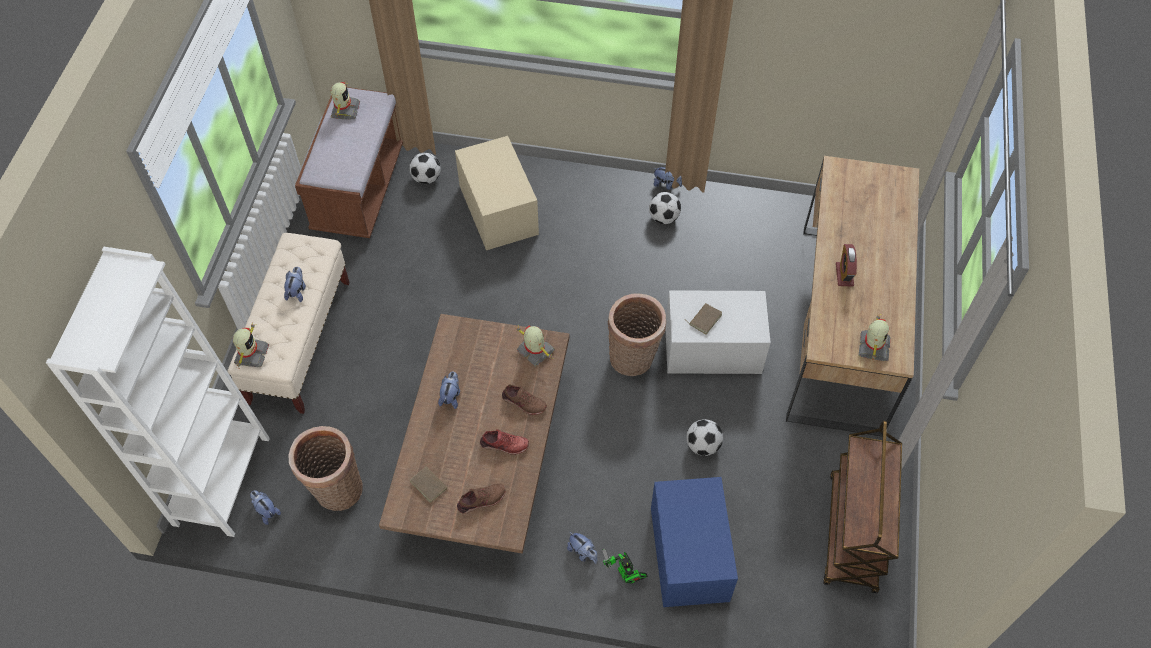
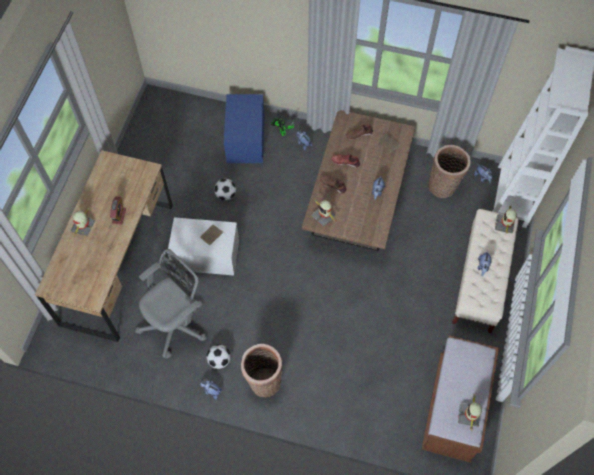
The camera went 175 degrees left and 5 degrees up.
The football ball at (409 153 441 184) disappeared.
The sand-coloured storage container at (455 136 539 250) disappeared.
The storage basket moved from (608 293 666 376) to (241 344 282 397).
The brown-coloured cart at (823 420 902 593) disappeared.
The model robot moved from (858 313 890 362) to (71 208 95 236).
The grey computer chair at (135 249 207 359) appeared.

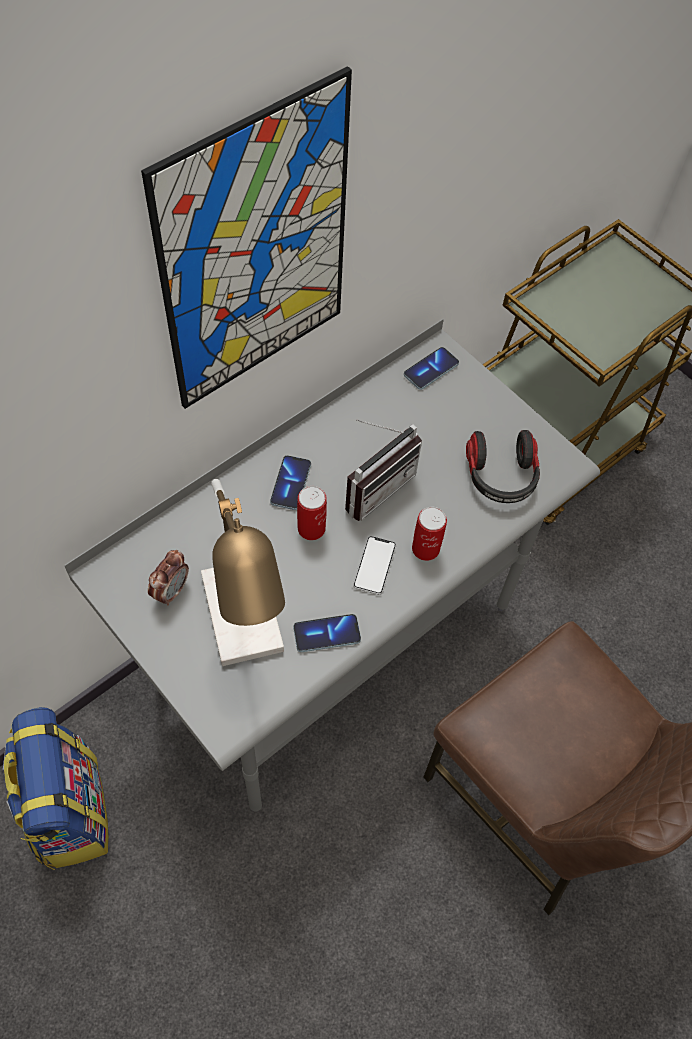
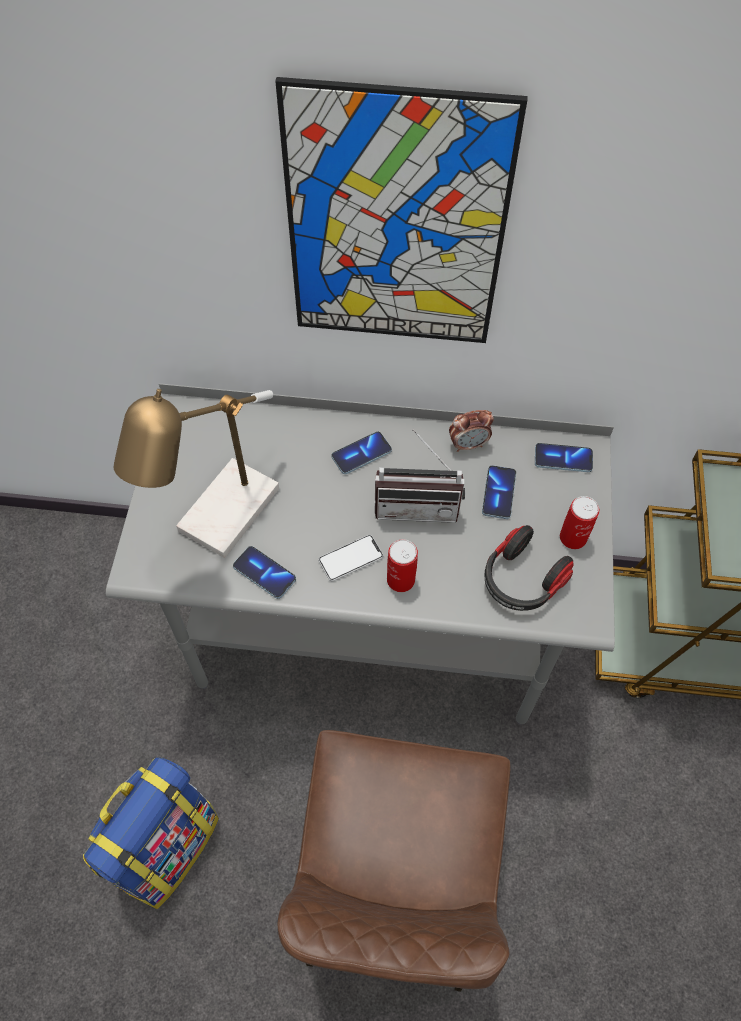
The camera went 50 degrees right and 0 degrees up.
The knapsack moved from (3 707 109 870) to (83 757 219 909).
The bedside clock moved from (148 550 189 606) to (449 410 494 452).
The sealed can moved from (297 486 327 540) to (560 496 599 549).
The telephone at (482 465 516 519) appeared.

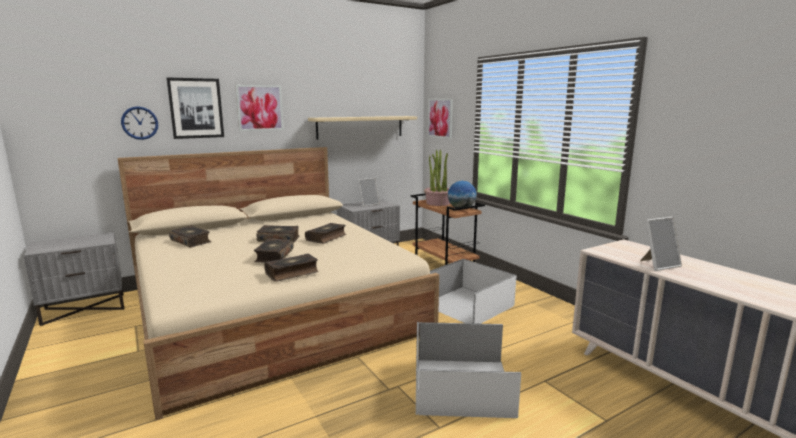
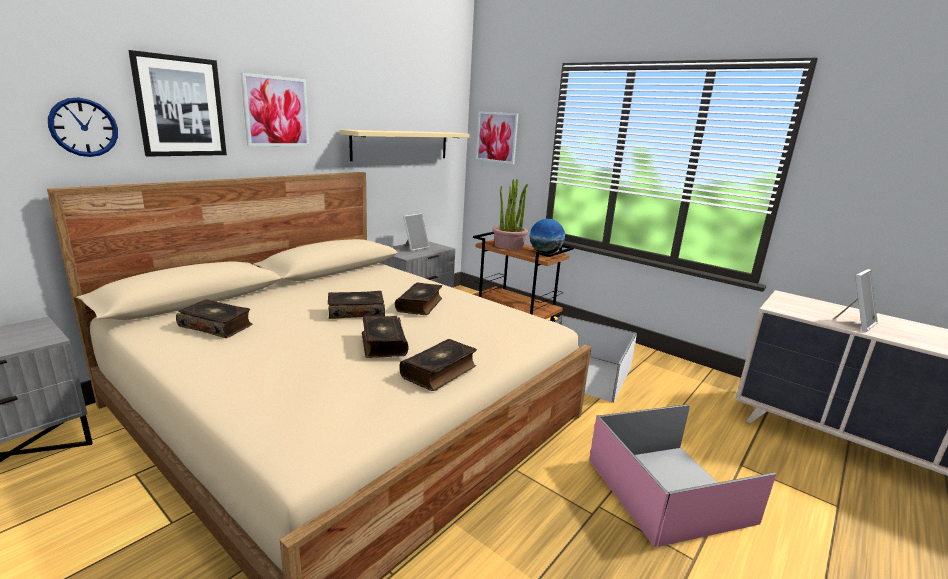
The camera went 20 degrees left and 5 degrees up.
The white storage container at (416 322 521 418) became the pinkish storage container at (589 404 776 547).

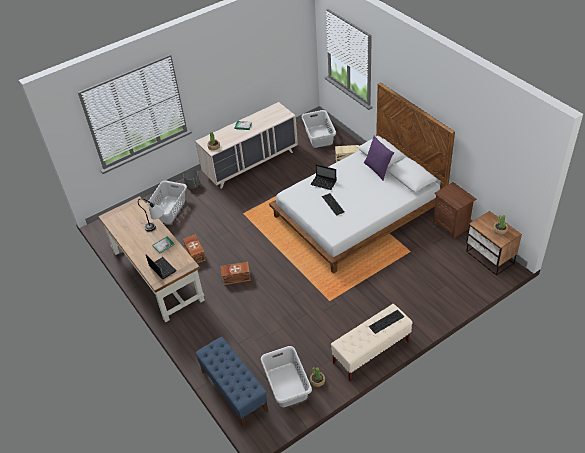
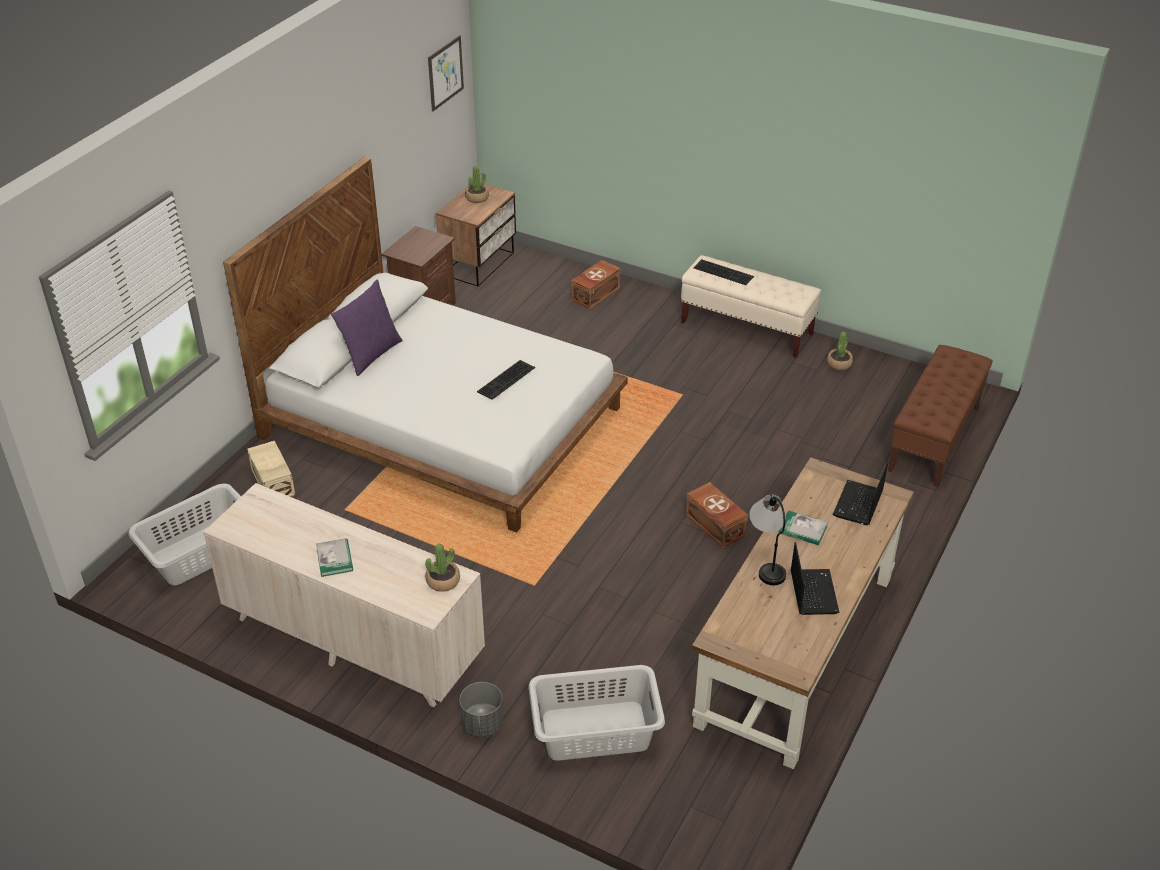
The camera went 120 degrees left and 5 degrees down.
The brown-coloured storage container moved from (183 235 206 264) to (571 260 620 309).
The bluish indoor bench at (195 337 268 428) became the brown-coloured indoor bench at (888 345 993 487).
The grey washing basket at (261 346 312 407) disappeared.
The portable computer moved from (310 164 337 190) to (791 542 839 615).
The wall picture at (428 35 464 111) appeared.

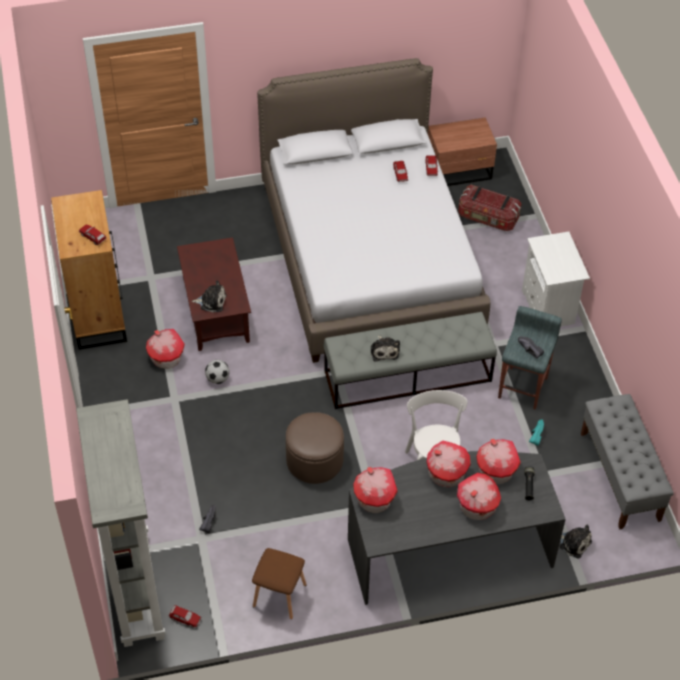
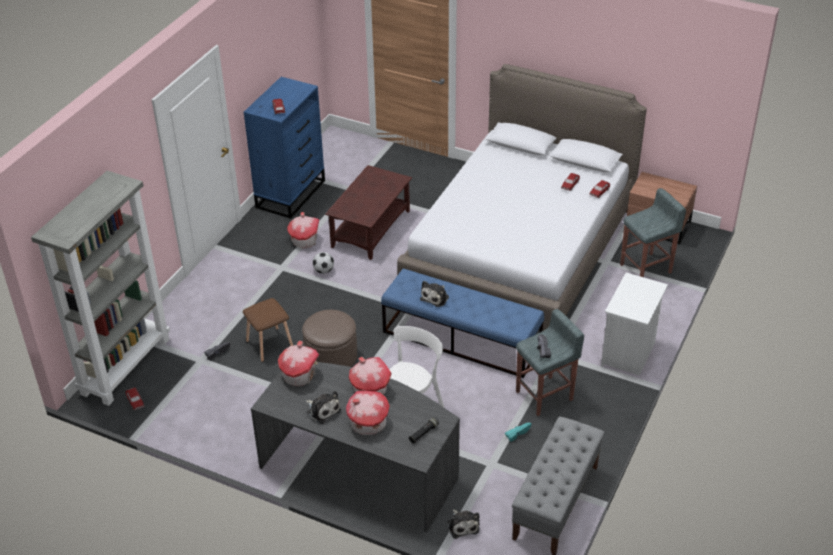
The camera went 40 degrees right and 10 degrees down.
The brown-coloured chest of drawers at (51 190 127 350) became the bluish chest of drawers at (243 77 325 219).
The soft toy moved from (191 280 227 313) to (306 391 341 424).
The brown-coloured stool moved from (252 548 307 619) to (243 298 293 362).
The grey indoor bench at (323 312 497 409) became the bluish indoor bench at (381 269 544 378).
The storage container at (458 185 522 231) was replaced by the grey stool at (620 188 686 277).
The toy house at (476 439 521 484) disappeared.

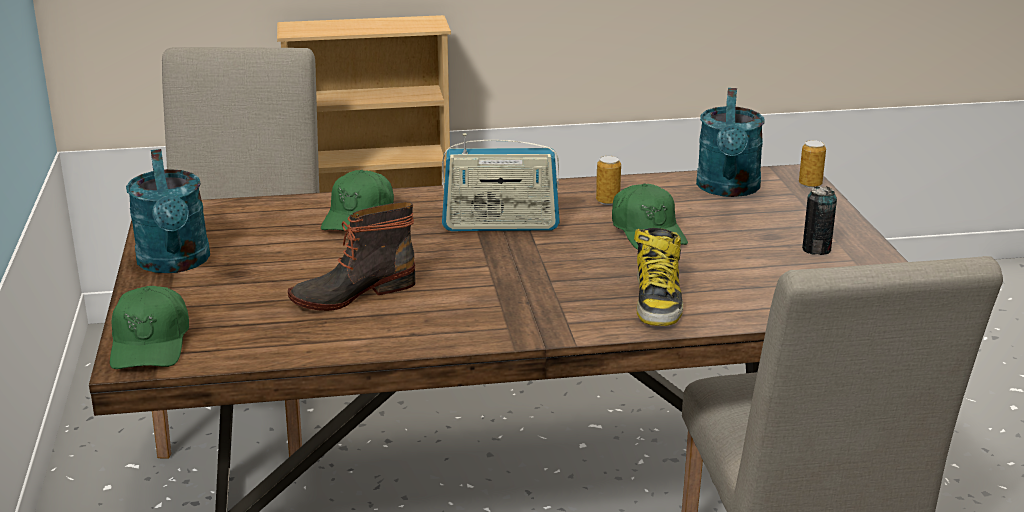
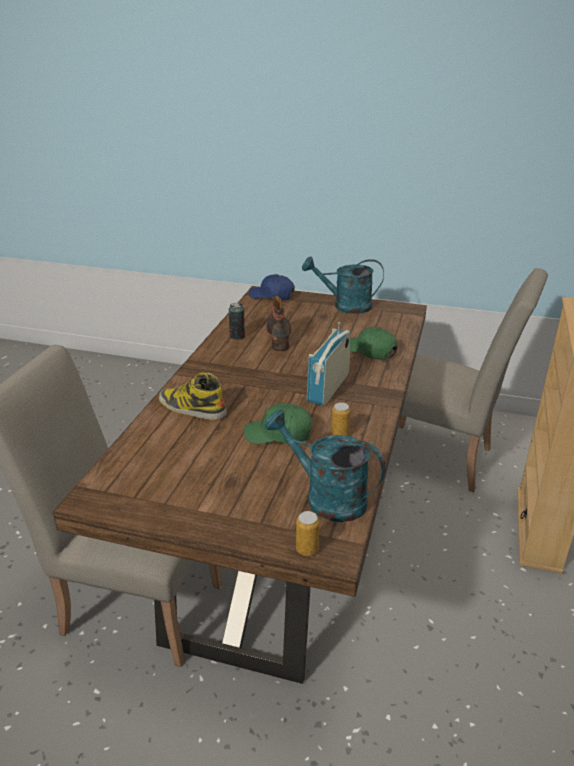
The camera went 115 degrees right and 5 degrees up.
The greenish peaked cap at (110 286 189 369) became the bluish peaked cap at (249 274 295 300).
The sealed can moved from (802 186 837 255) to (229 303 245 340).

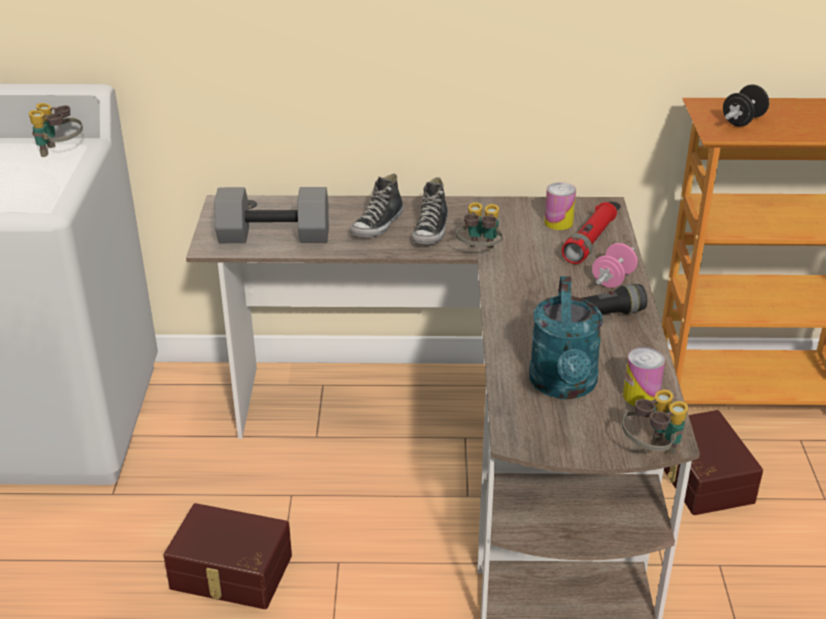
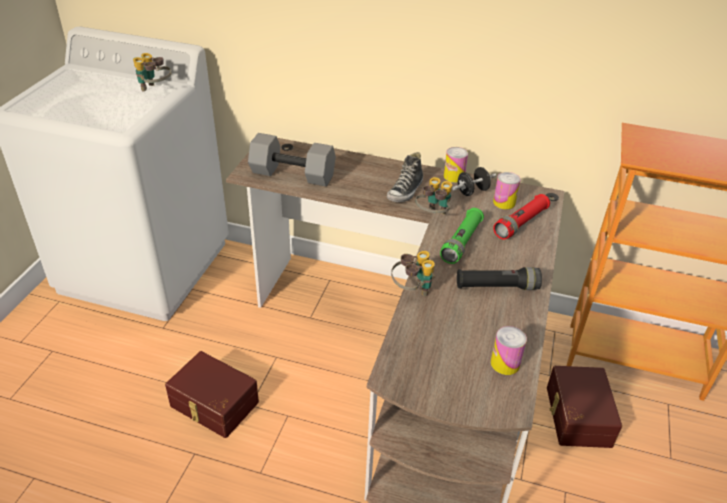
The camera went 15 degrees right and 5 degrees up.
The shoe at (350 174 403 237) disappeared.
The turquoise watering can at (529 276 603 399) disappeared.
The pinkish free weight at (592 243 638 288) disappeared.
The pair of binoculars moved from (622 389 688 455) to (391 251 435 296).
The blackish free weight moved from (723 85 769 127) to (452 167 496 196).
The greenish torch at (440 208 484 264) appeared.
The sealed can at (444 147 468 183) appeared.

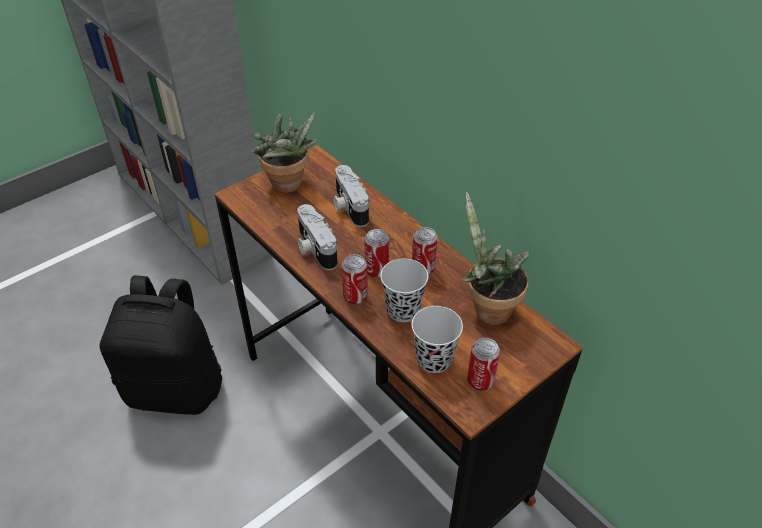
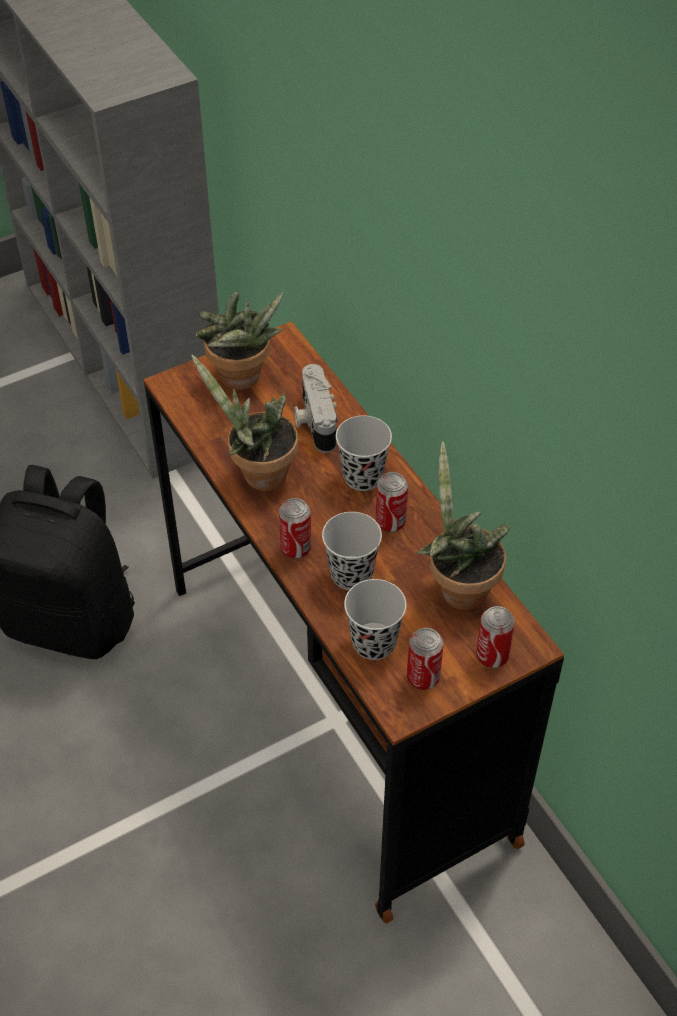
The camera went 10 degrees right and 5 degrees up.
The photo camera at (297 204 338 270) was replaced by the houseplant at (191 354 298 491).
The sealed can moved from (364 229 389 278) to (476 606 515 668).
The blackish cup at (336 415 392 491) appeared.

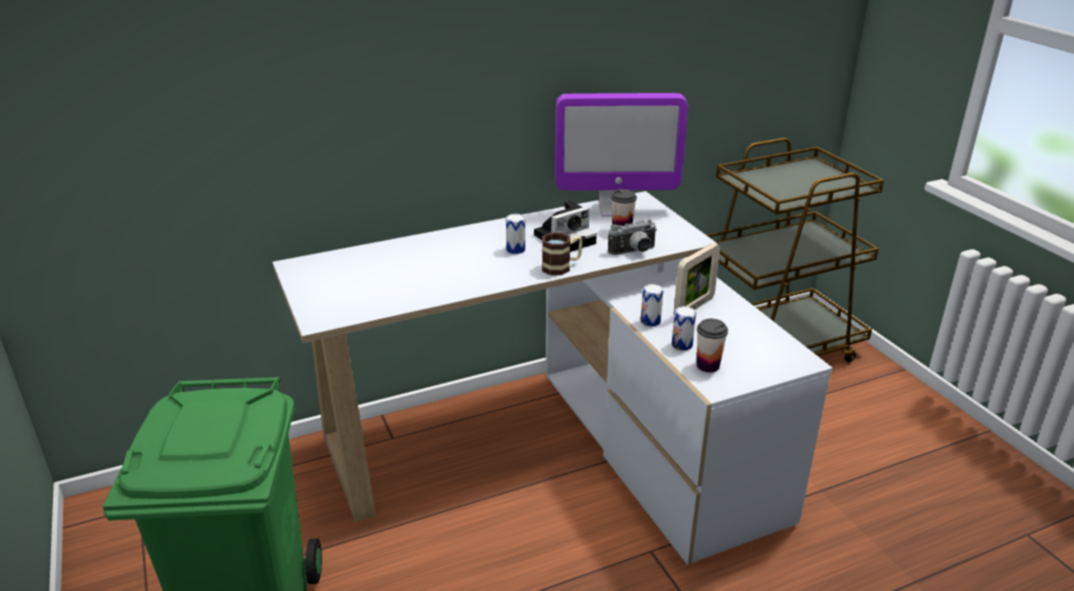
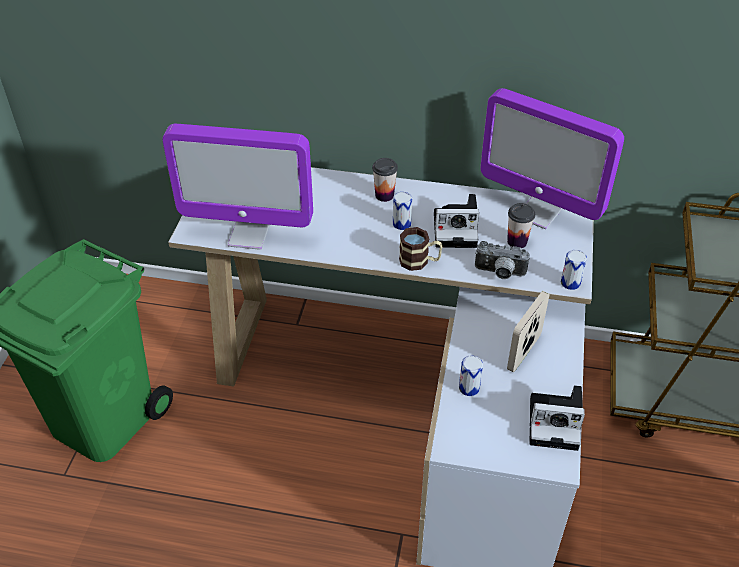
The camera went 35 degrees right and 15 degrees up.
The sealed can moved from (641 284 663 327) to (561 250 587 290).
The picture frame at (674 243 720 313) turned 135 degrees clockwise.
The cup moved from (697 319 728 372) to (372 158 398 202).
The monitor at (162 124 313 250) appeared.
The photo camera at (530 385 585 451) appeared.

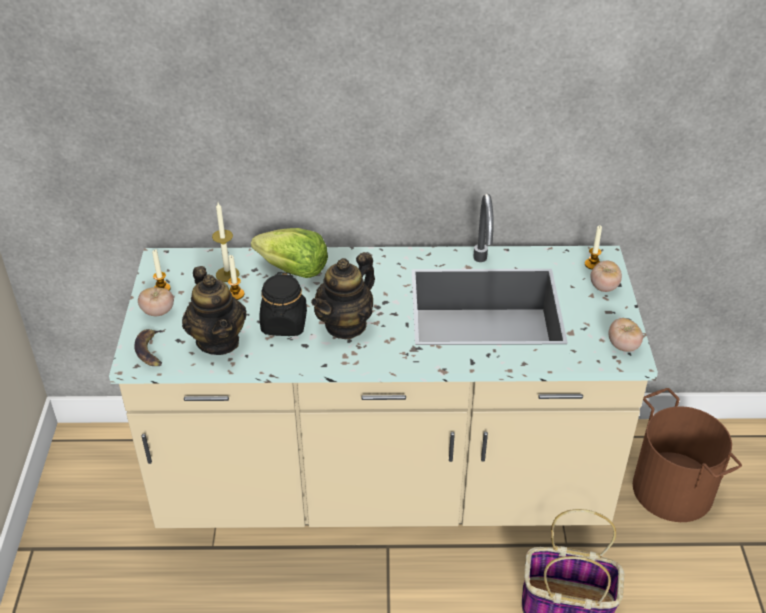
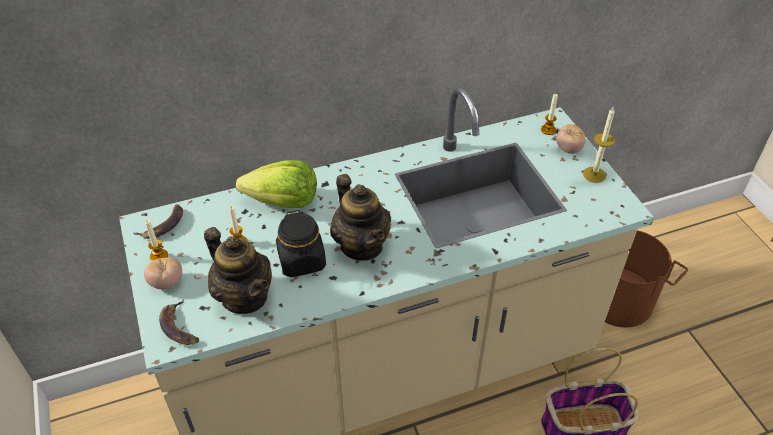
The camera went 20 degrees left and 5 degrees up.
The candle moved from (212 203 240 282) to (583 107 615 183).
The tea pot at (311 252 375 340) turned 45 degrees counterclockwise.
The fresh tomato at (608 318 643 352) disappeared.
The banana fruit at (133 204 183 239) appeared.

